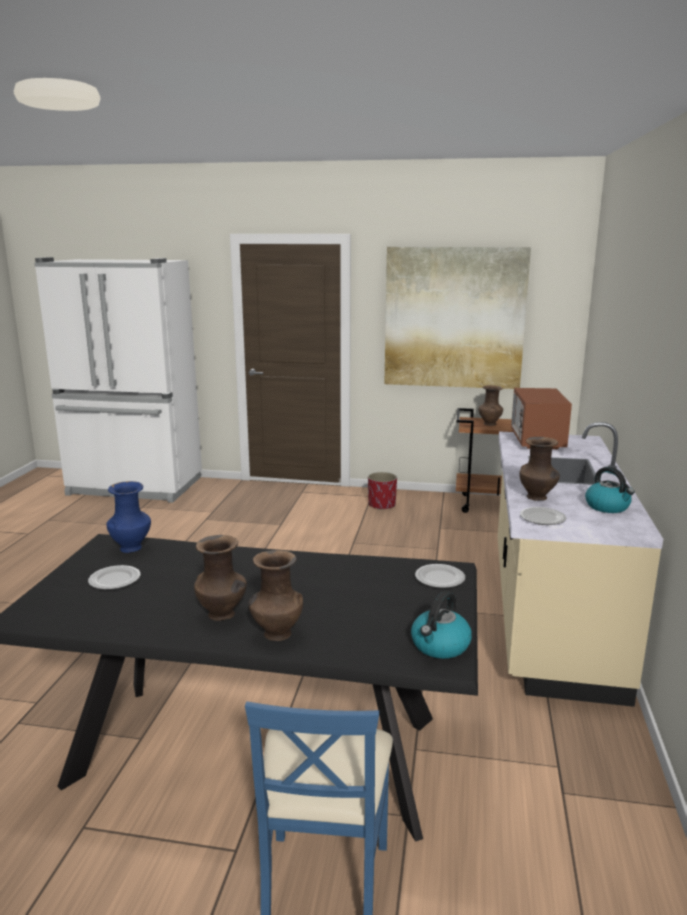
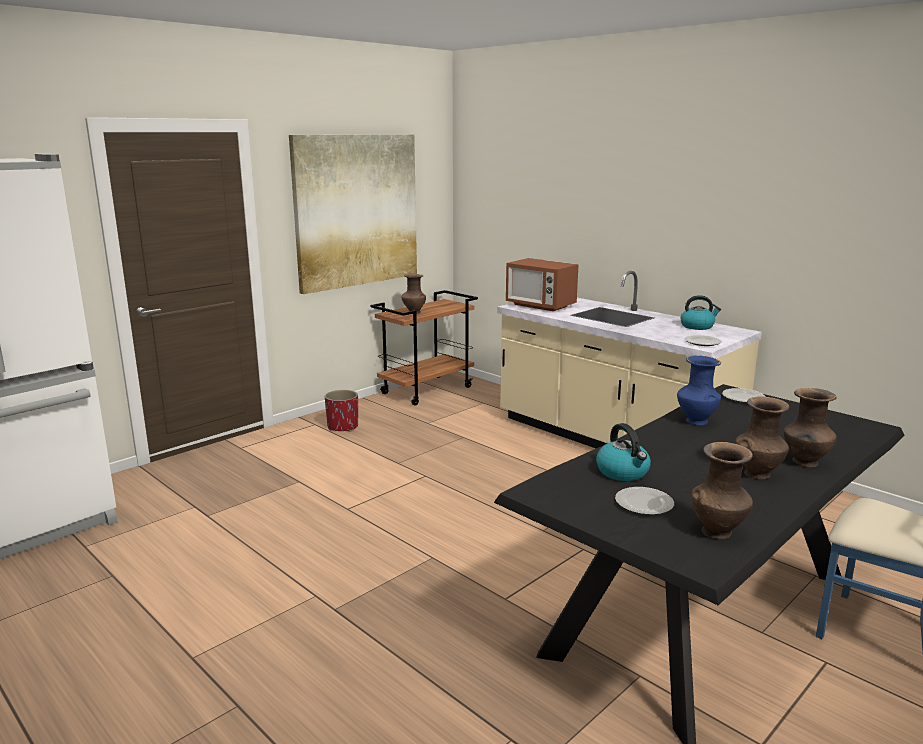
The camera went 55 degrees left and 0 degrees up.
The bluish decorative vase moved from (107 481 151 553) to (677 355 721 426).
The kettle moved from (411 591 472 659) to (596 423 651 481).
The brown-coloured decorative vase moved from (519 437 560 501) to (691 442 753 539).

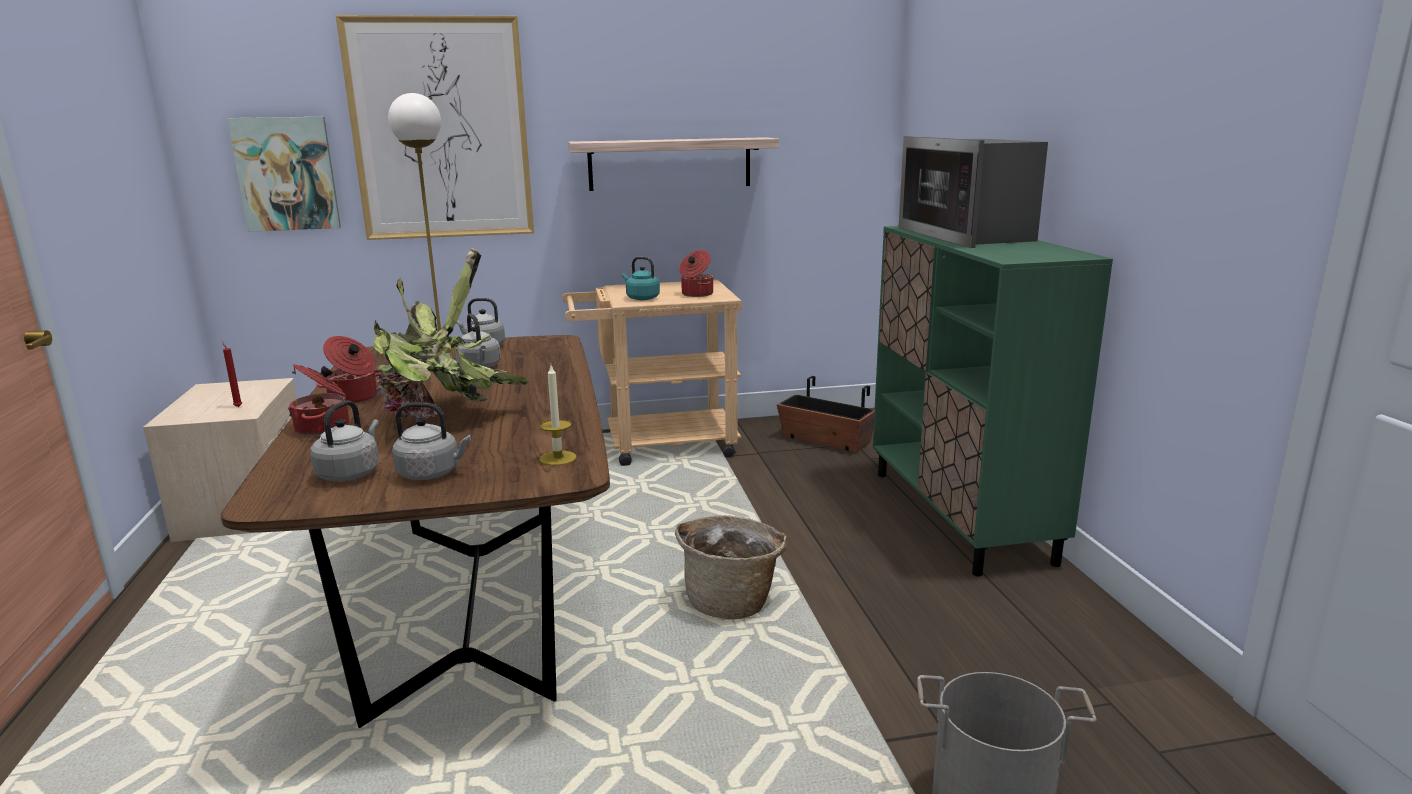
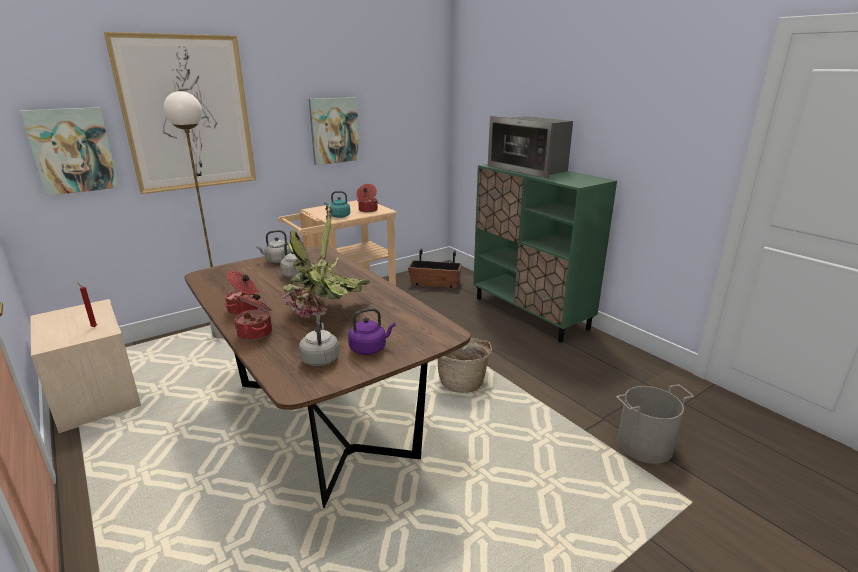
The camera went 25 degrees left and 5 degrees up.
The grey kettle at (392 402 471 480) became the purplish kettle at (348 308 396 355).
The candle at (539 365 577 466) disappeared.
The wall shelf at (568 137 779 191) was replaced by the wall picture at (309 97 360 165).

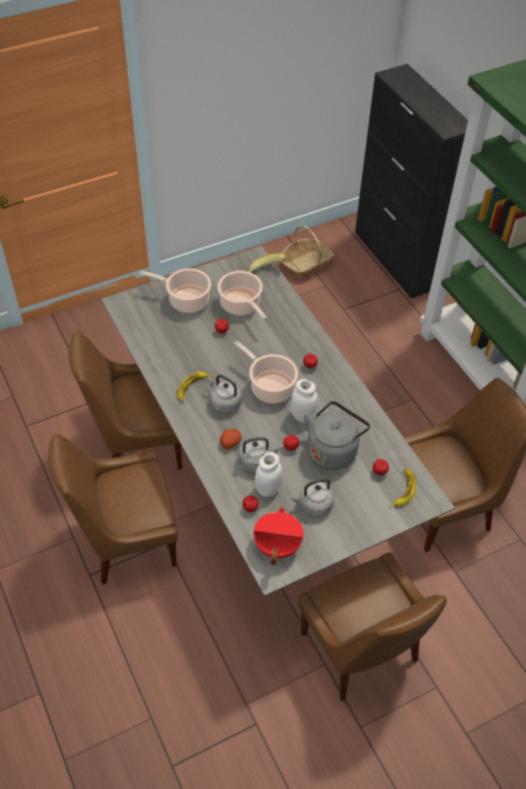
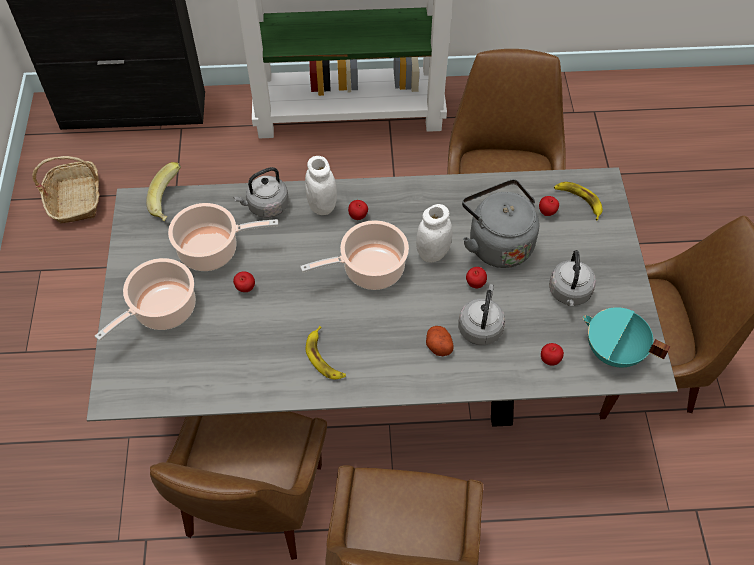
The camera went 65 degrees left and 5 degrees up.
The grey kettle moved from (207 375 242 414) to (233 167 289 218).
The red-coloured saucepot at (253 506 304 566) became the turquoise saucepot at (583 307 671 367).
The white jar moved from (255 452 283 497) to (305 156 337 215).

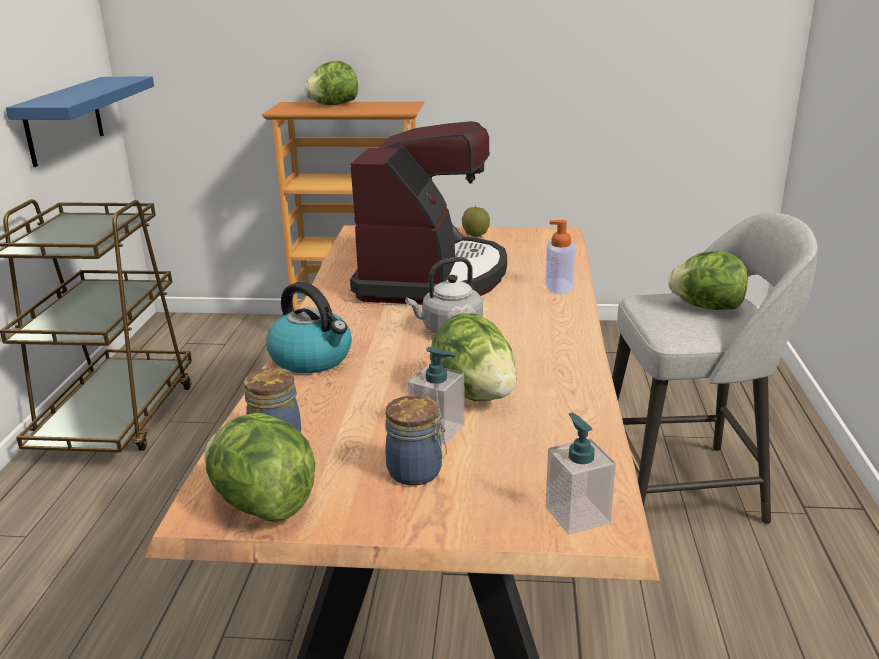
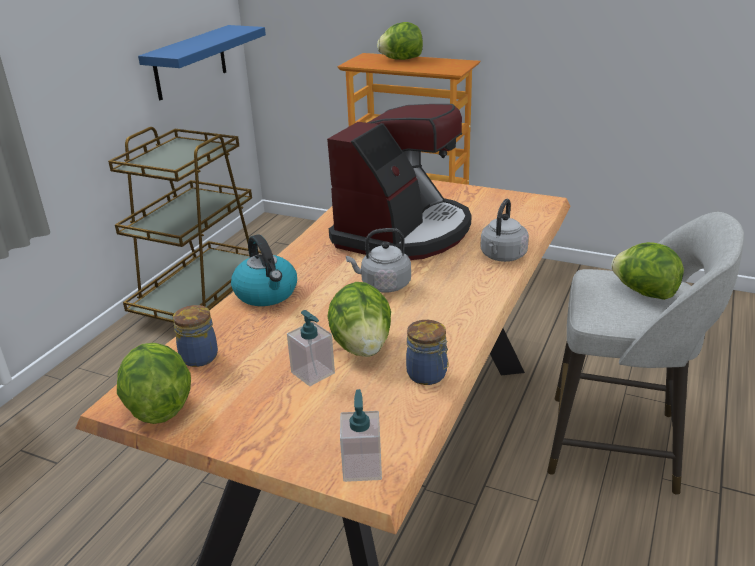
The camera went 20 degrees right and 5 degrees up.
The jar moved from (385 396 447 486) to (406 320 448 385).
The apple fruit at (462 205 490 237) disappeared.
The soap dispenser at (545 220 575 294) was replaced by the grey kettle at (480 199 529 262).

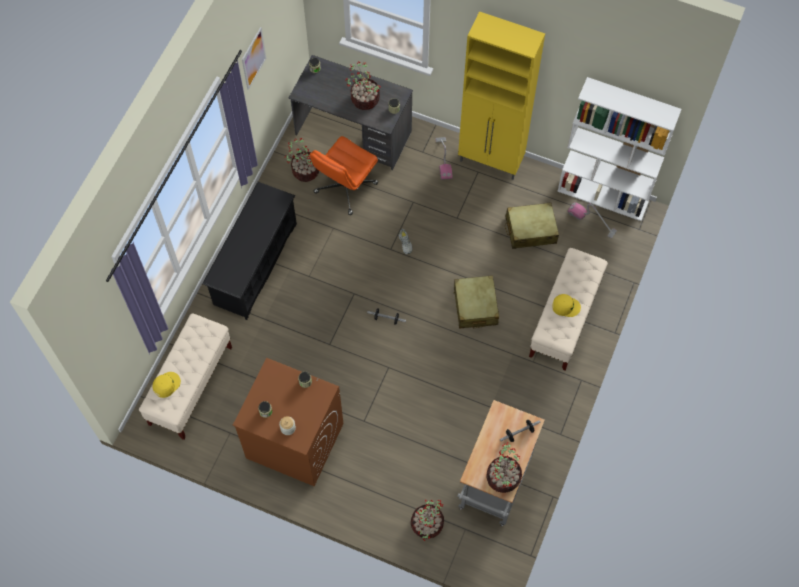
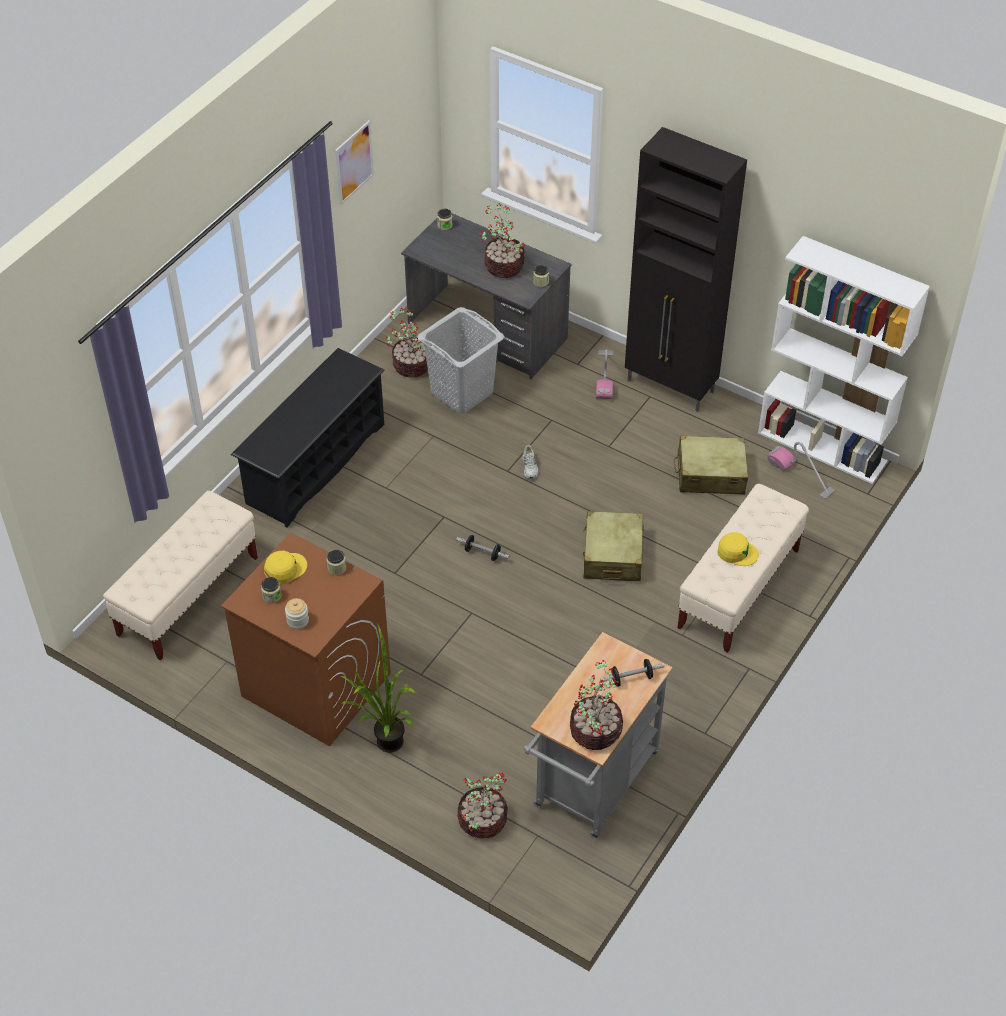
The camera went 10 degrees right and 15 degrees down.
The yellowish peaked cap moved from (152 372 181 398) to (264 550 307 585).
The orange-coloured computer chair at (310 136 378 215) was replaced by the grey washing basket at (418 307 504 414).
The yellowish cabinet at (458 11 545 180) became the blackish cabinet at (625 127 747 412).
The houseplant at (340 624 418 753) appeared.

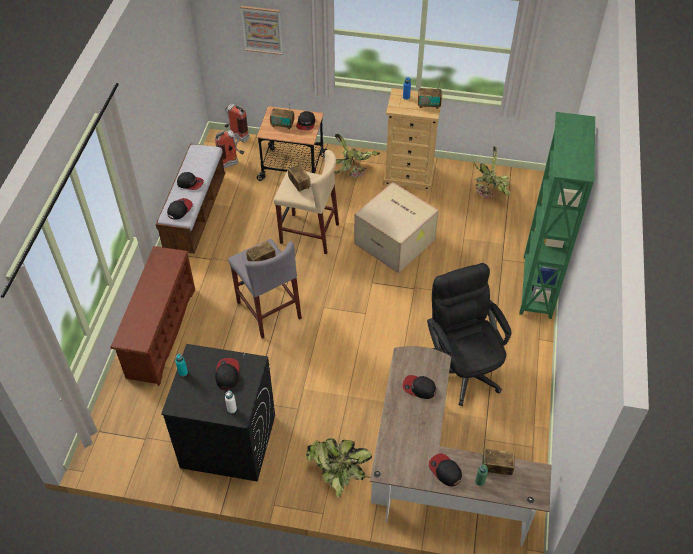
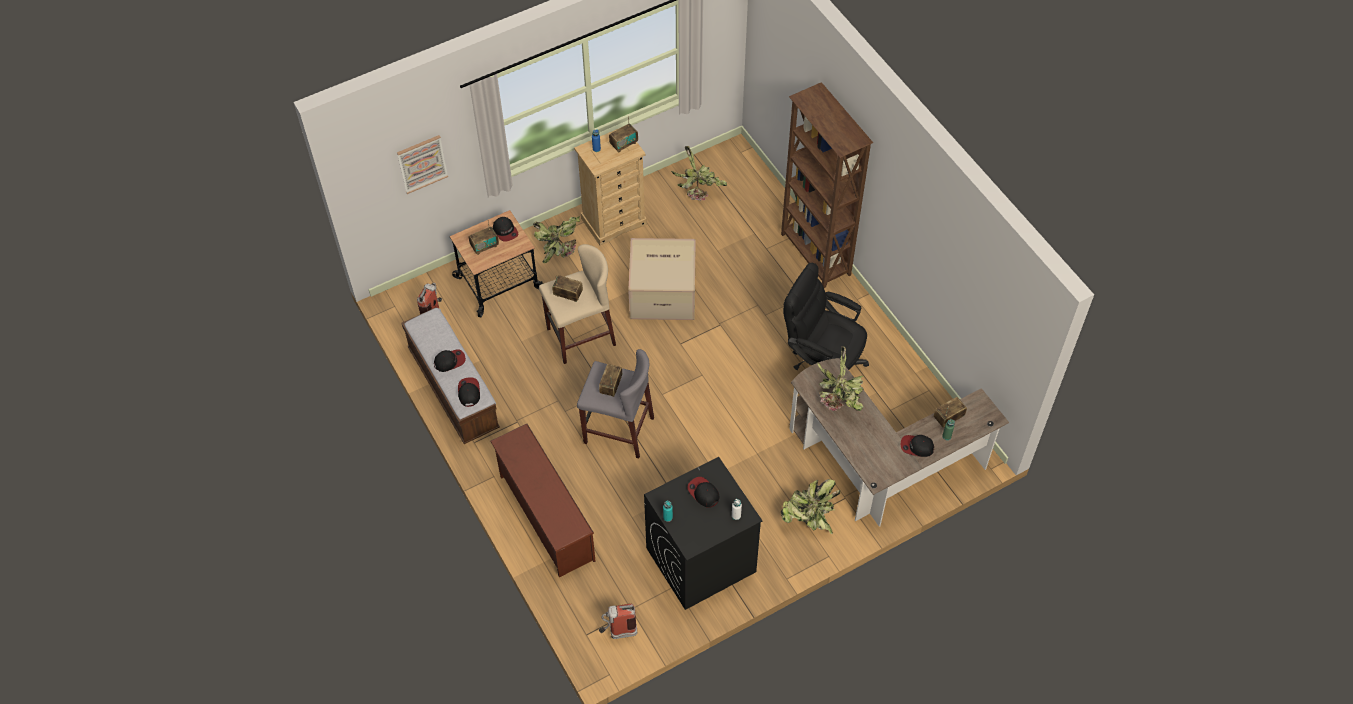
The camera went 40 degrees left and 5 degrees up.
The fire extinguisher moved from (225 104 250 142) to (599 604 637 639).
The peaked cap at (403 375 436 399) was replaced by the houseplant at (817 346 864 411).
The greenish bookcase at (519 112 595 319) became the brown-coloured bookcase at (781 82 873 288).

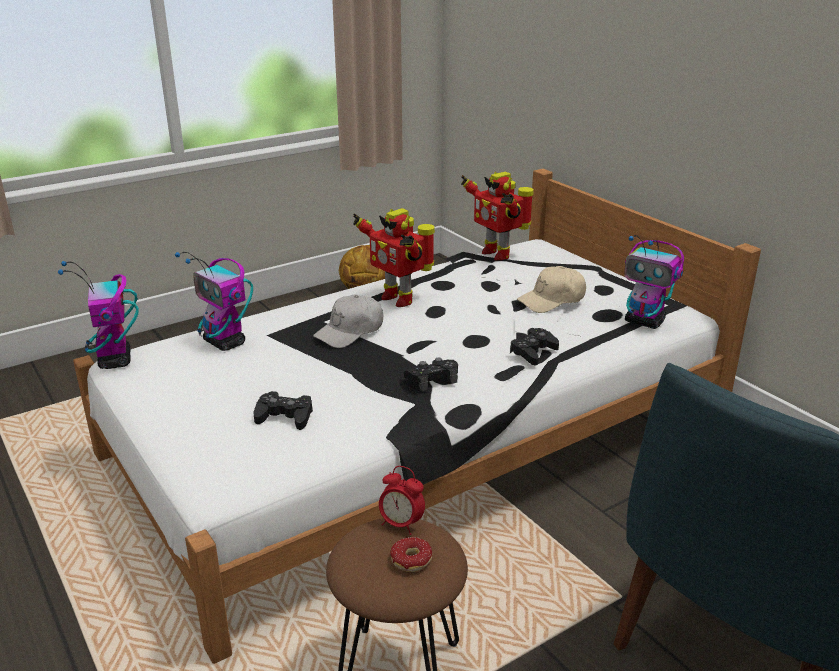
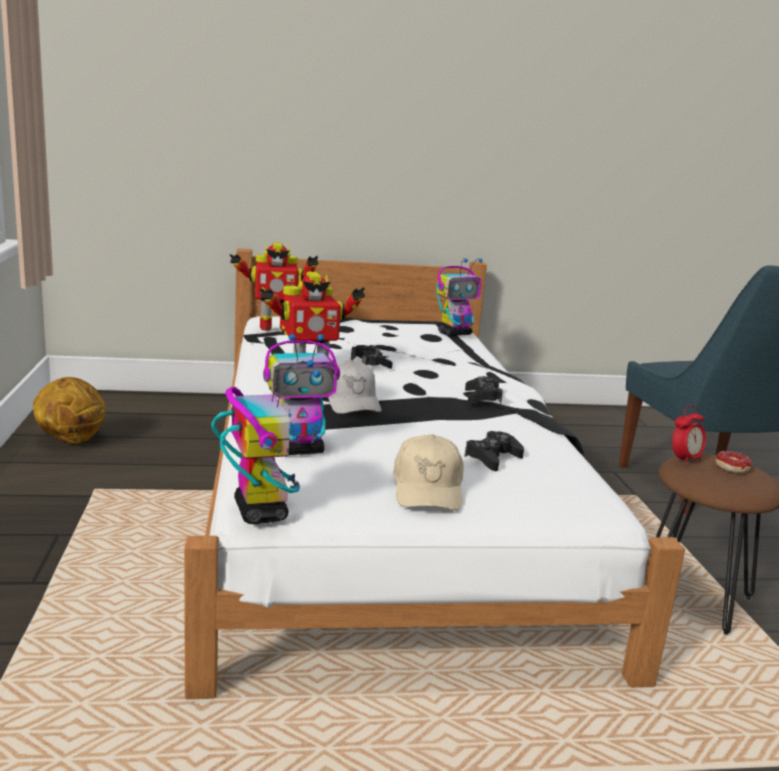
The camera went 65 degrees left and 10 degrees down.
The model robot at (58 261 139 369) turned 120 degrees counterclockwise.
The blackish game controller moved from (510 328 559 366) to (351 345 393 369).
The sand-coloured peaked cap moved from (517 266 586 313) to (393 434 464 510).

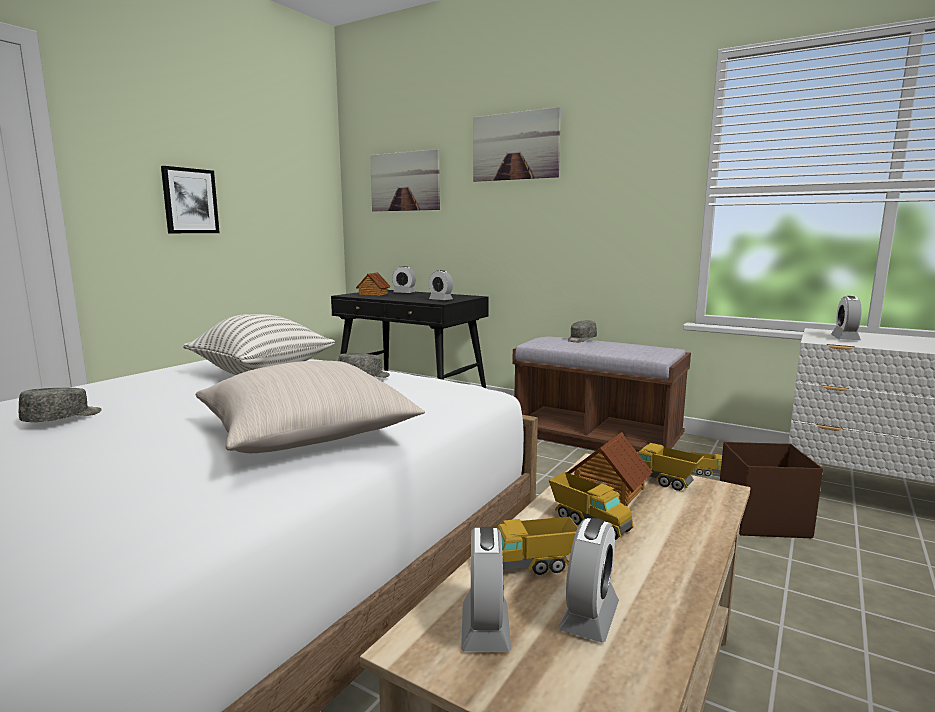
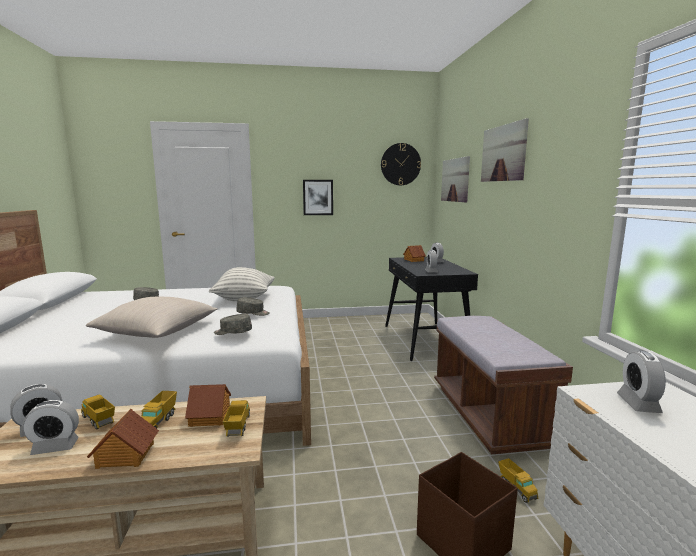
The camera went 50 degrees right and 0 degrees up.
The grey peaked cap moved from (568 320 597 342) to (214 314 252 335).
The bedside clock at (831 296 862 340) turned 60 degrees counterclockwise.
The toy house at (87 409 159 469) appeared.
The wall clock at (381 143 421 185) appeared.

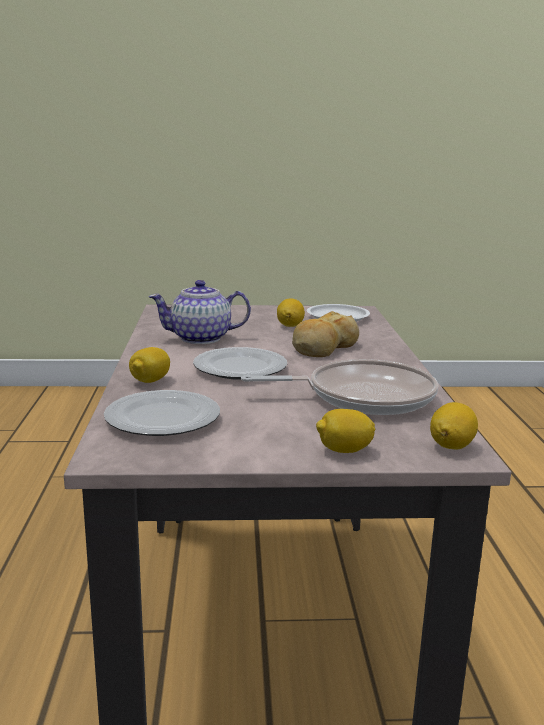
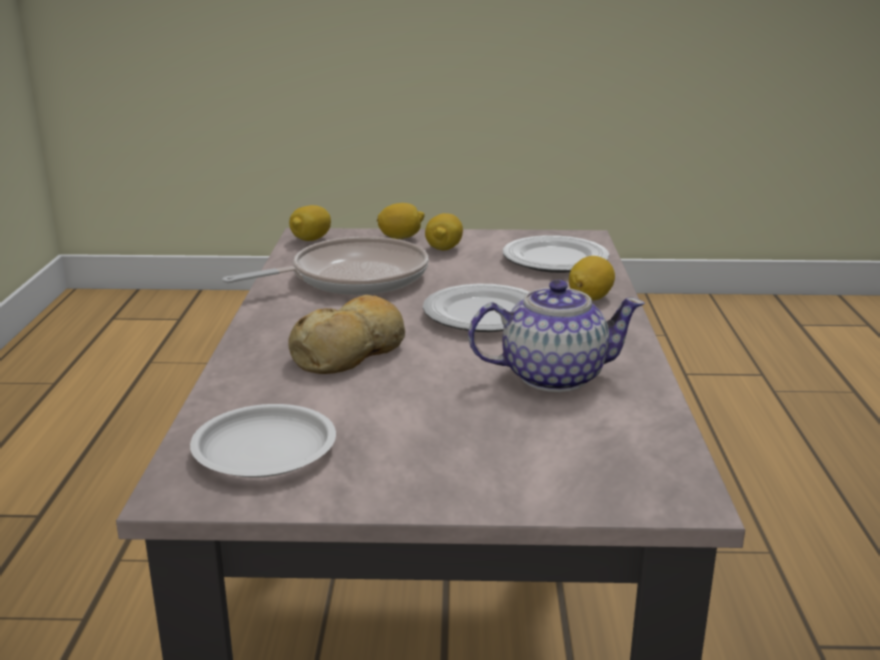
The camera went 175 degrees left and 5 degrees up.
The pan at (241 359 438 415) turned 150 degrees clockwise.
The lemon moved from (277 298 305 327) to (425 213 463 250).

